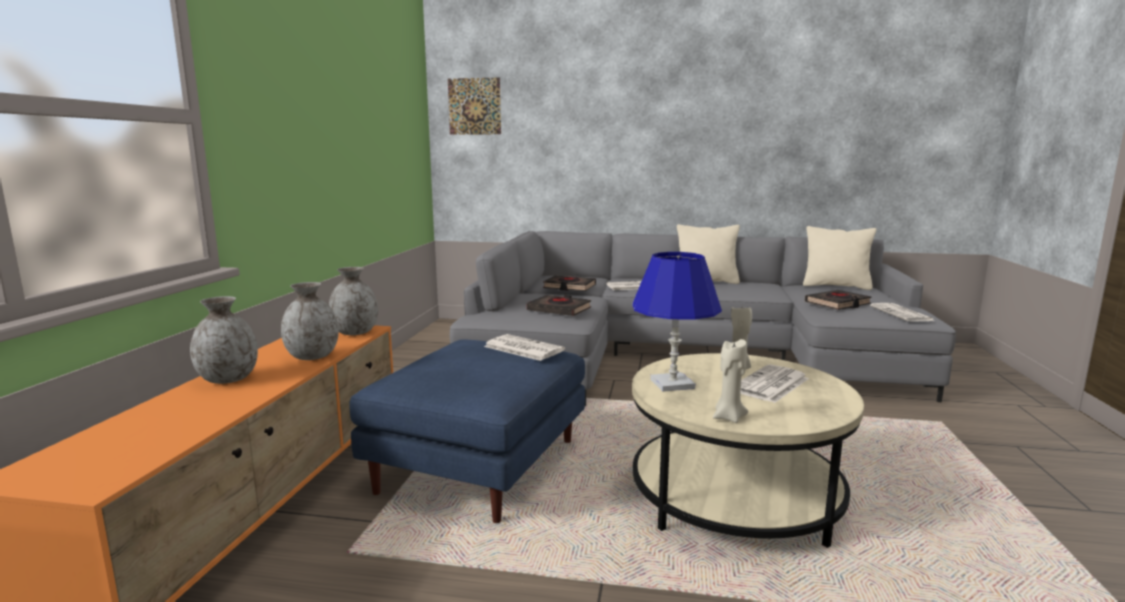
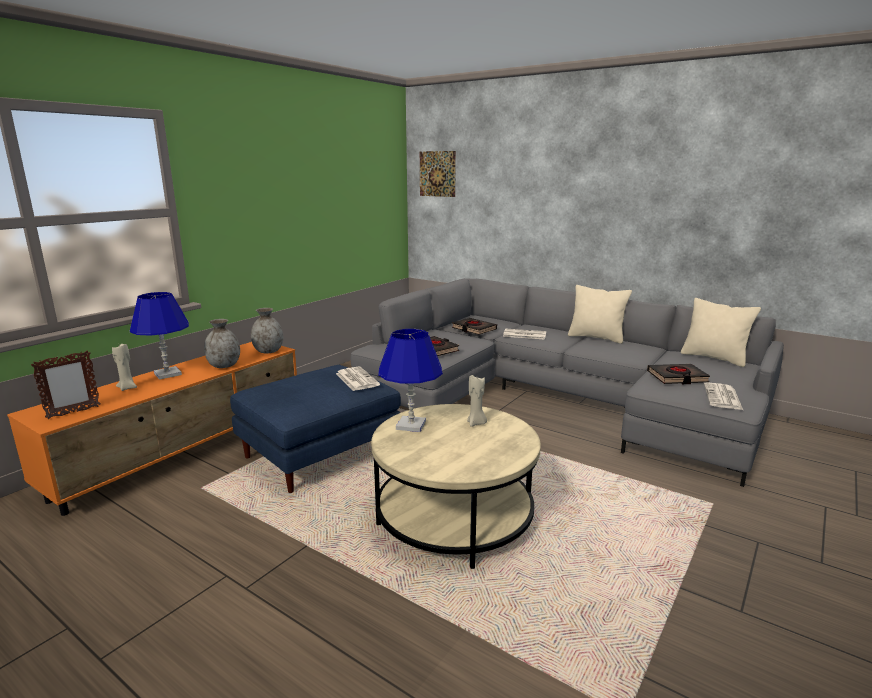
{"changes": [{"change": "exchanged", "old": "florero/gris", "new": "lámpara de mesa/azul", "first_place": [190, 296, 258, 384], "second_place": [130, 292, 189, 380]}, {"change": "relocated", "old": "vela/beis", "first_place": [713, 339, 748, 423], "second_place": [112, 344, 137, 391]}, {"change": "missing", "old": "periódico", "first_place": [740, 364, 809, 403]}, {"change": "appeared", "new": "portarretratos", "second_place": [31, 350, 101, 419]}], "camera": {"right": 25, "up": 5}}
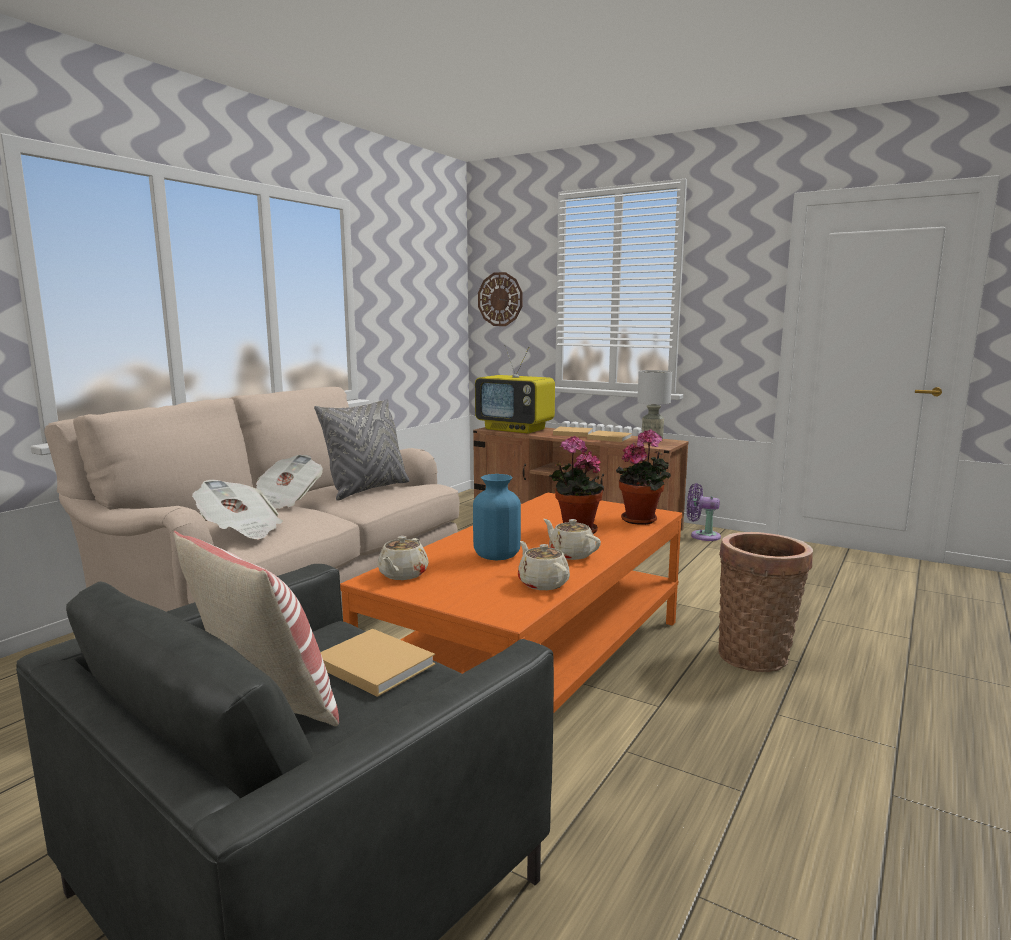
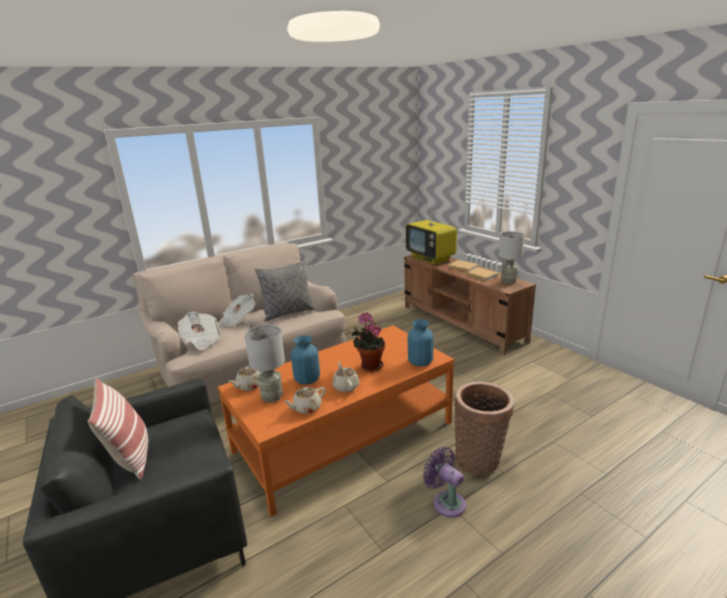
{"changes": [{"change": "missing", "old": "libro/beis", "first_place": [320, 629, 435, 697]}, {"change": "missing", "old": "reloj de pared", "first_place": [478, 272, 522, 326]}, {"change": "spun", "old": "tetera/beis", "first_place": [518, 541, 570, 590], "second_place": [284, 387, 325, 414], "degrees": -120}, {"change": "exchanged", "old": "planta en maceta", "new": "florero/azul", "first_place": [616, 430, 671, 525], "second_place": [408, 319, 434, 366]}, {"change": "relocated", "old": "ventilador/morado", "first_place": [687, 483, 721, 541], "second_place": [423, 447, 466, 518]}, {"change": "appeared", "new": "lámpara de mesa/gris", "second_place": [245, 325, 285, 403]}], "camera": {"right": 25, "up": 10}}
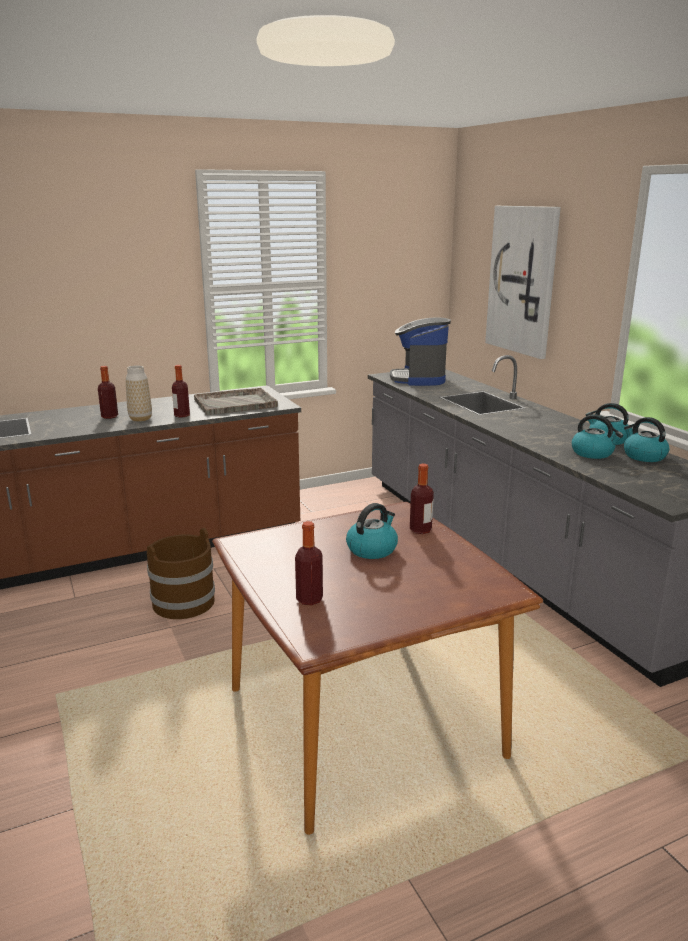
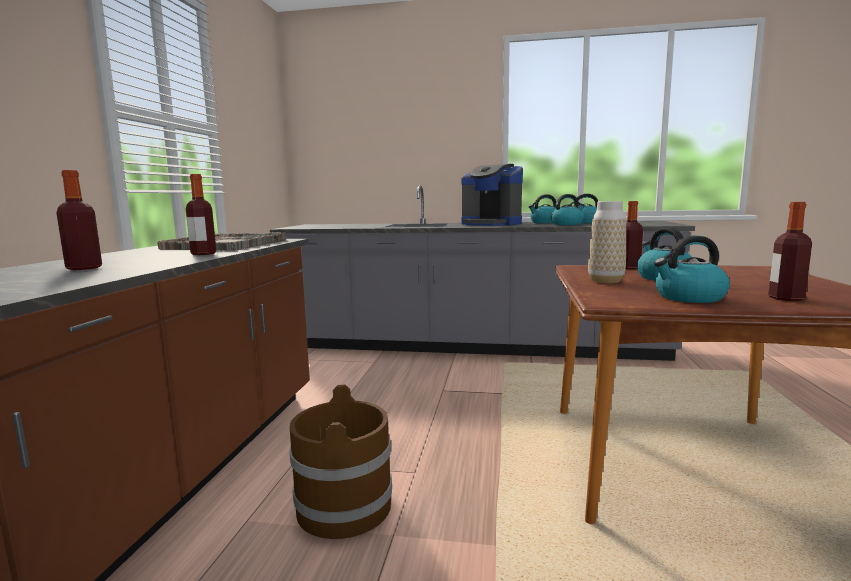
{"changes": [{"change": "relocated", "old": "florero", "first_place": [126, 365, 152, 422], "second_place": [588, 201, 626, 283]}, {"change": "relocated", "old": "cafetera", "first_place": [390, 317, 451, 386], "second_place": [461, 164, 523, 226]}, {"change": "missing", "old": "cuadro", "first_place": [485, 206, 561, 359]}, {"change": "appeared", "new": "hervidor", "second_place": [654, 235, 730, 303]}], "camera": {"right": -55, "up": -10}}
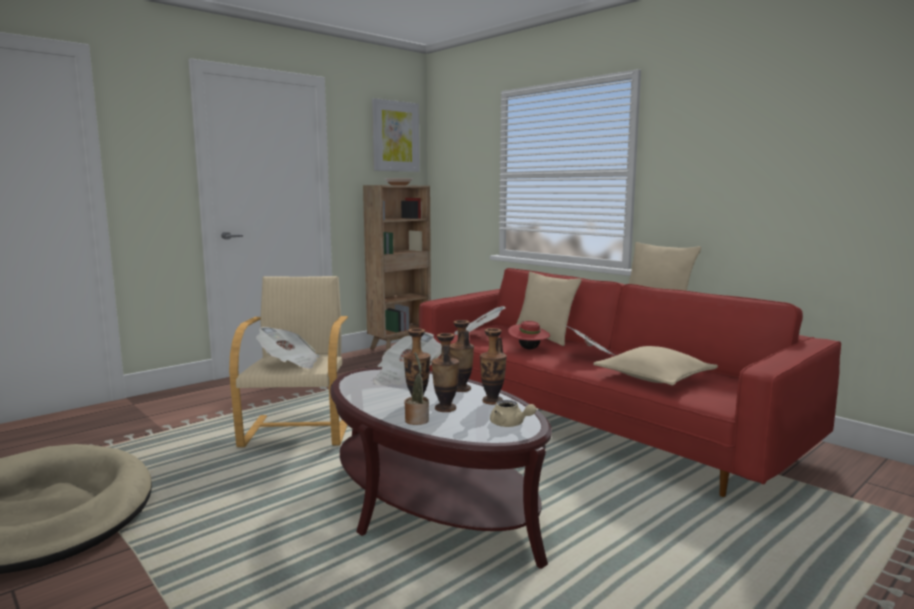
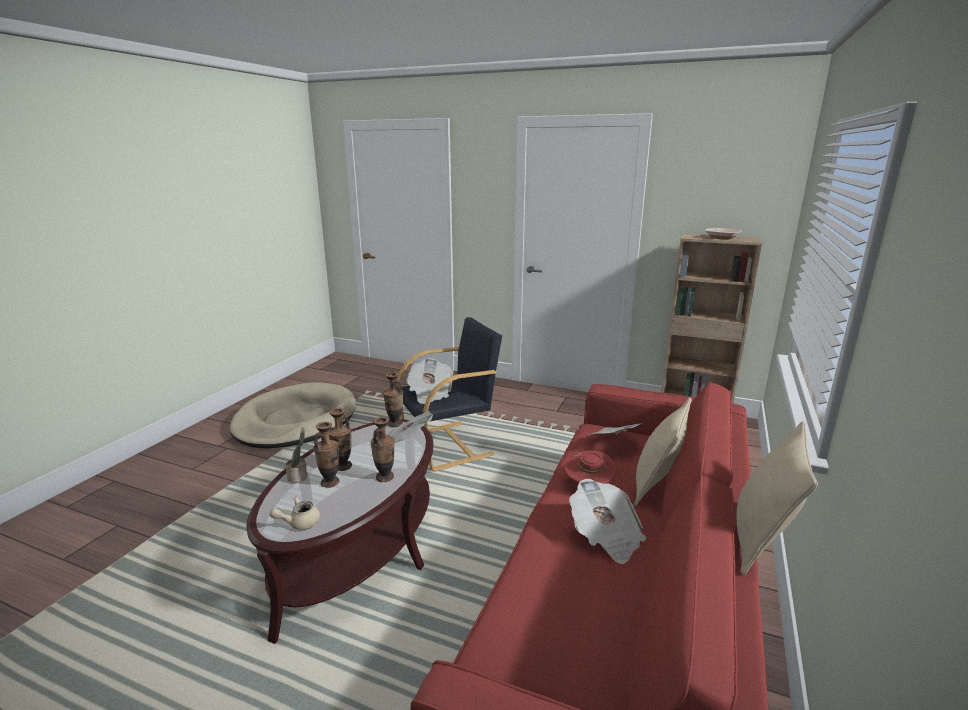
{"changes": [{"change": "colour", "old": "sillón/beis", "new": "sillón/negro", "first_place": [229, 276, 348, 447], "second_place": [397, 317, 502, 472]}, {"change": "missing", "old": "cuadro", "first_place": [372, 98, 419, 172]}, {"change": "relocated", "old": "florero", "first_place": [480, 328, 507, 405], "second_place": [383, 372, 403, 427]}, {"change": "spun", "old": "tetera/beis", "first_place": [490, 400, 536, 427], "second_place": [270, 497, 321, 530], "degrees": 45}, {"change": "missing", "old": "cojín/beis", "first_place": [593, 346, 718, 386]}], "camera": {"right": 65, "up": 10}}
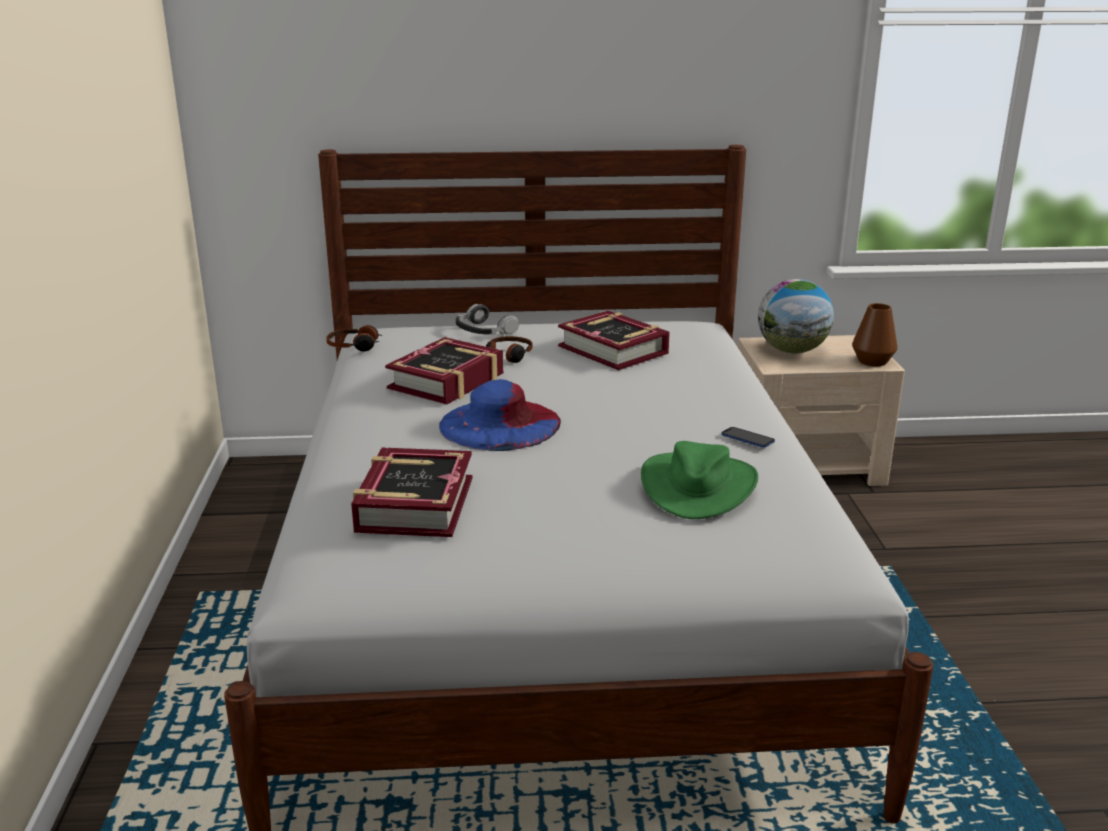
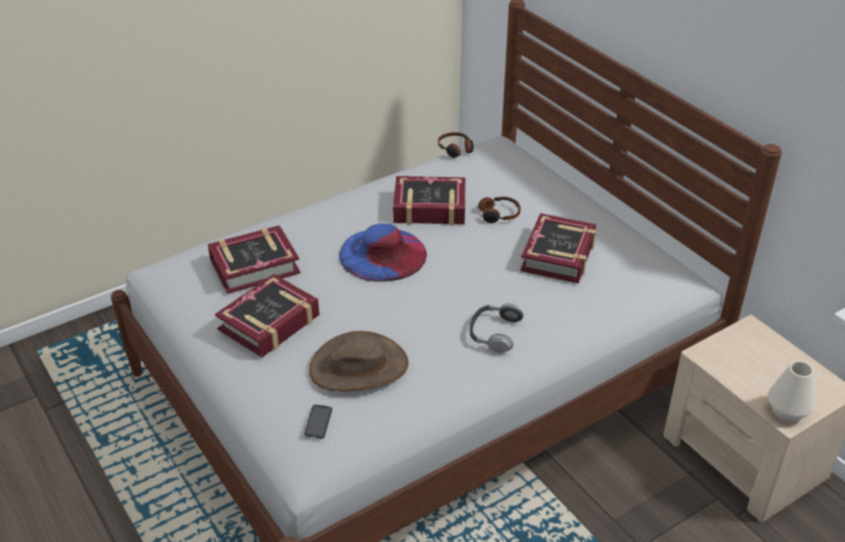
{"changes": [{"change": "relocated", "old": "auriculares", "first_place": [456, 304, 519, 336], "second_place": [470, 303, 524, 353]}, {"change": "colour", "old": "sombrero/verde", "new": "sombrero/marrón", "first_place": [641, 441, 758, 519], "second_place": [309, 331, 408, 391]}, {"change": "relocated", "old": "móvil", "first_place": [721, 427, 775, 448], "second_place": [304, 404, 332, 439]}, {"change": "missing", "old": "globo terráqueo", "first_place": [758, 279, 834, 353]}, {"change": "colour", "old": "florero/marrón", "new": "florero/blanco", "first_place": [852, 303, 898, 366], "second_place": [768, 361, 816, 422]}, {"change": "appeared", "new": "libro", "second_place": [215, 274, 320, 357]}], "camera": {"right": 60, "up": 15}}
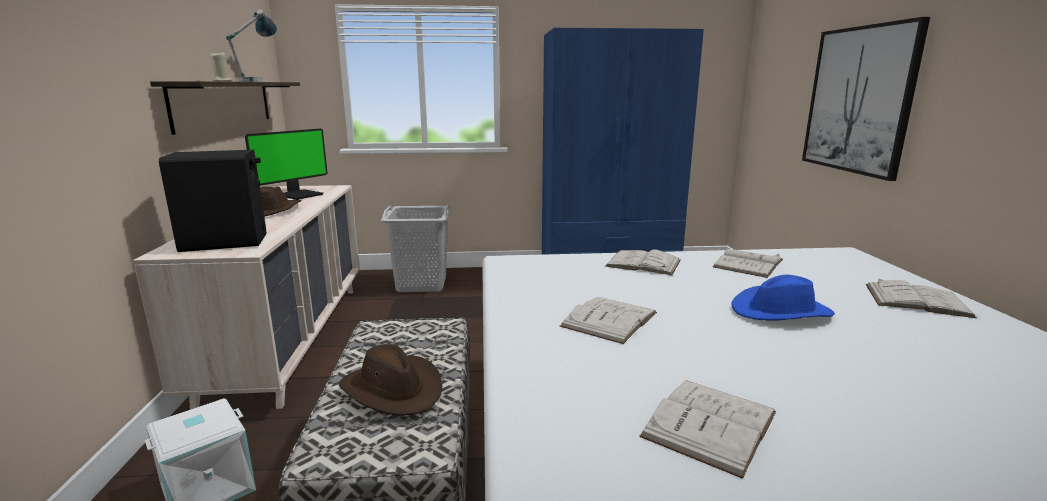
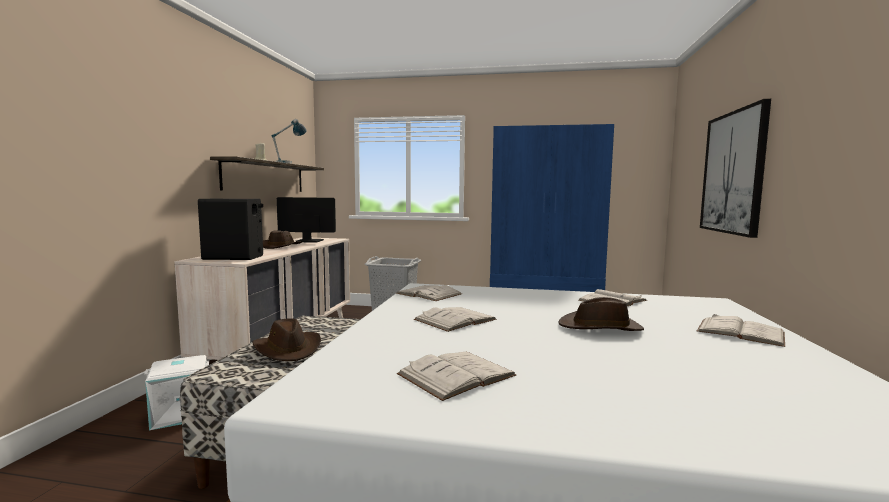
{"changes": [{"change": "spun", "old": "monitor", "first_place": [245, 128, 328, 200], "second_place": [277, 197, 336, 243], "degrees": -135}, {"change": "relocated", "old": "libro/blanco", "first_place": [605, 249, 681, 275], "second_place": [396, 285, 462, 301]}, {"change": "colour", "old": "sombrero/azul", "new": "sombrero/marrón", "first_place": [731, 275, 835, 320], "second_place": [559, 297, 644, 331]}], "camera": {"right": 15, "up": -10}}
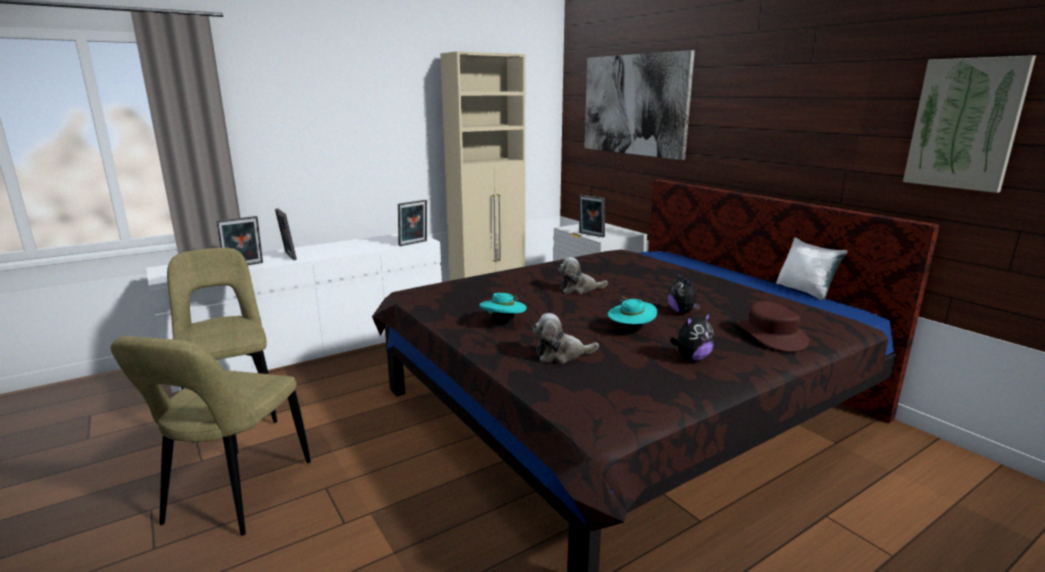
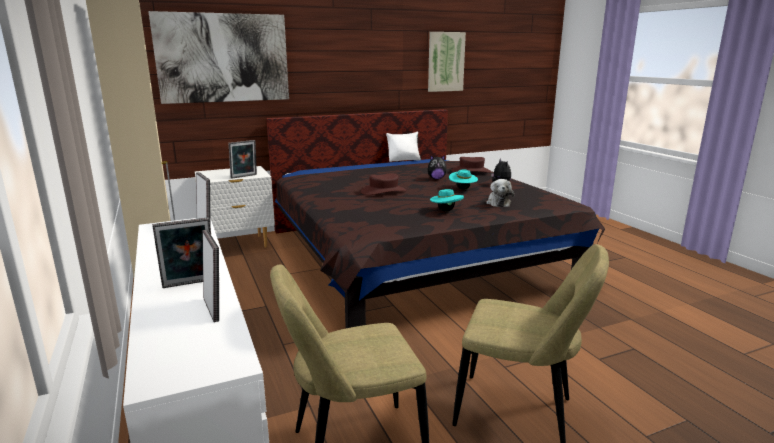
{"changes": [{"change": "exchanged", "old": "peluche", "new": "sombrero/marrón", "first_place": [558, 257, 608, 294], "second_place": [361, 174, 407, 195]}], "camera": {"right": -80, "up": 0}}
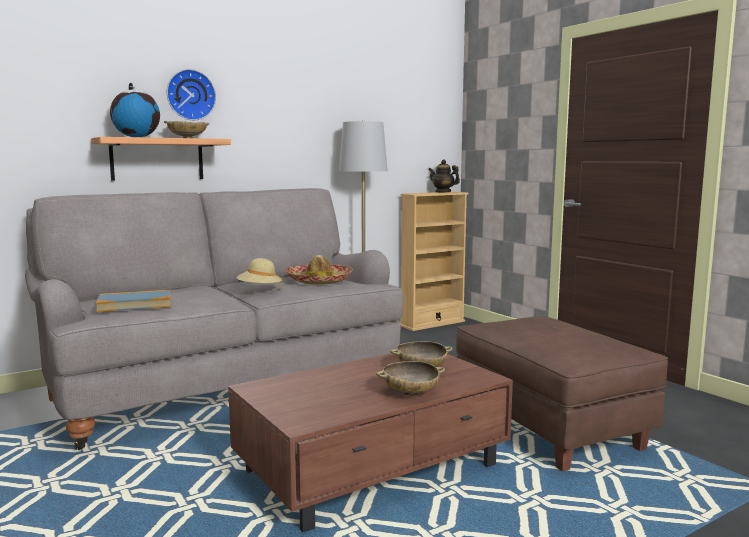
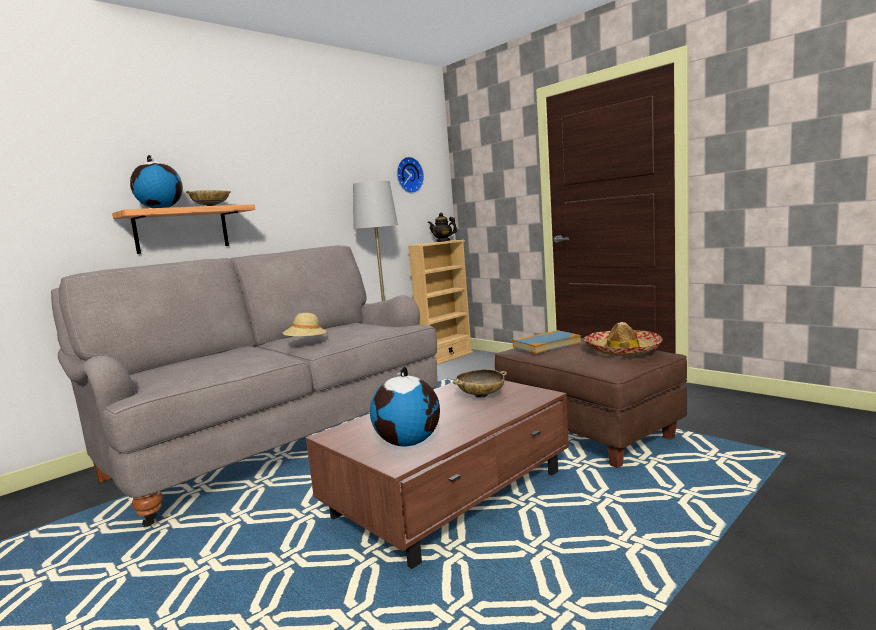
{"changes": [{"change": "relocated", "old": "libro", "first_place": [96, 290, 171, 312], "second_place": [513, 330, 581, 354]}, {"change": "relocated", "old": "reloj de pared", "first_place": [167, 69, 216, 120], "second_place": [397, 157, 424, 193]}, {"change": "relocated", "old": "sombrero", "first_place": [285, 255, 353, 285], "second_place": [584, 322, 662, 356]}, {"change": "missing", "old": "cuenco/beis", "first_place": [376, 361, 445, 396]}, {"change": "appeared", "new": "globo terráqueo", "second_place": [370, 366, 440, 447]}], "camera": {"right": -10, "up": 0}}
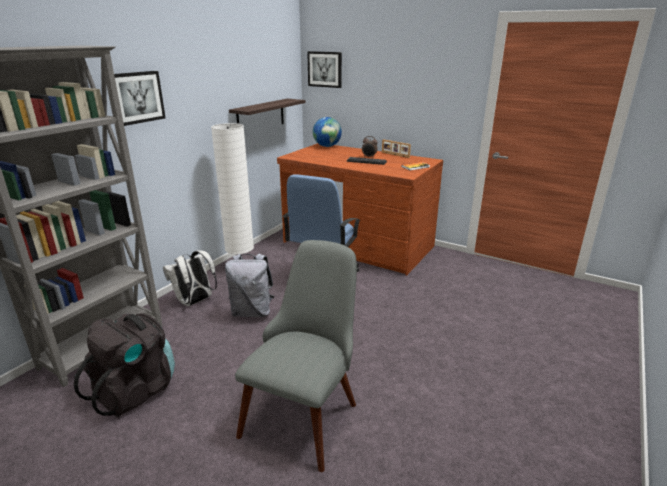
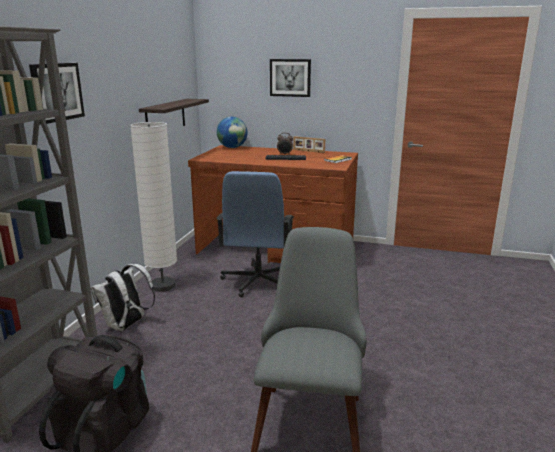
{"changes": [{"change": "missing", "old": "mochila/gris", "first_place": [225, 254, 274, 317]}, {"change": "relocated", "old": "cuadro", "first_place": [307, 51, 342, 88], "second_place": [270, 59, 311, 97]}], "camera": {"right": -15, "up": -5}}
